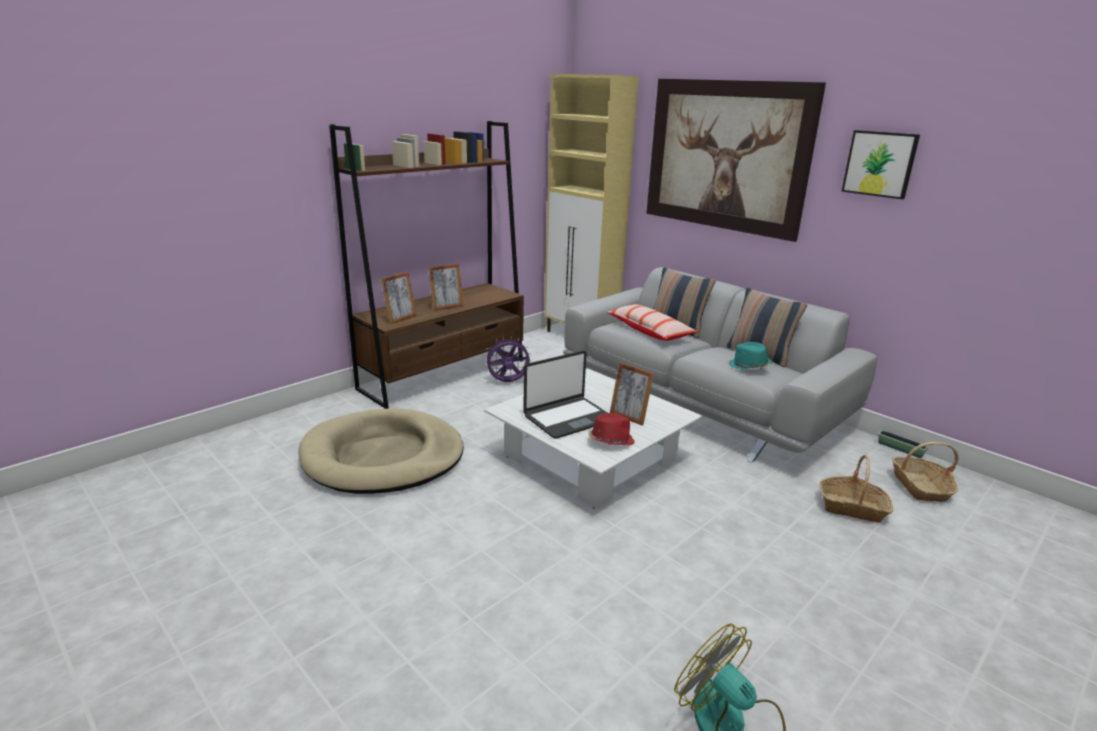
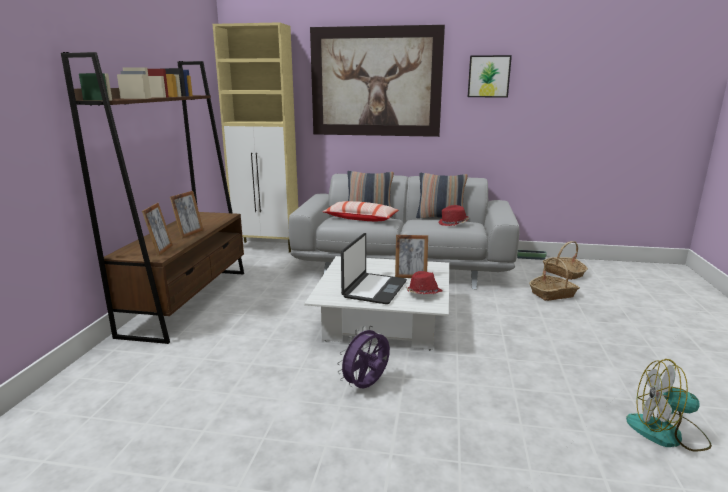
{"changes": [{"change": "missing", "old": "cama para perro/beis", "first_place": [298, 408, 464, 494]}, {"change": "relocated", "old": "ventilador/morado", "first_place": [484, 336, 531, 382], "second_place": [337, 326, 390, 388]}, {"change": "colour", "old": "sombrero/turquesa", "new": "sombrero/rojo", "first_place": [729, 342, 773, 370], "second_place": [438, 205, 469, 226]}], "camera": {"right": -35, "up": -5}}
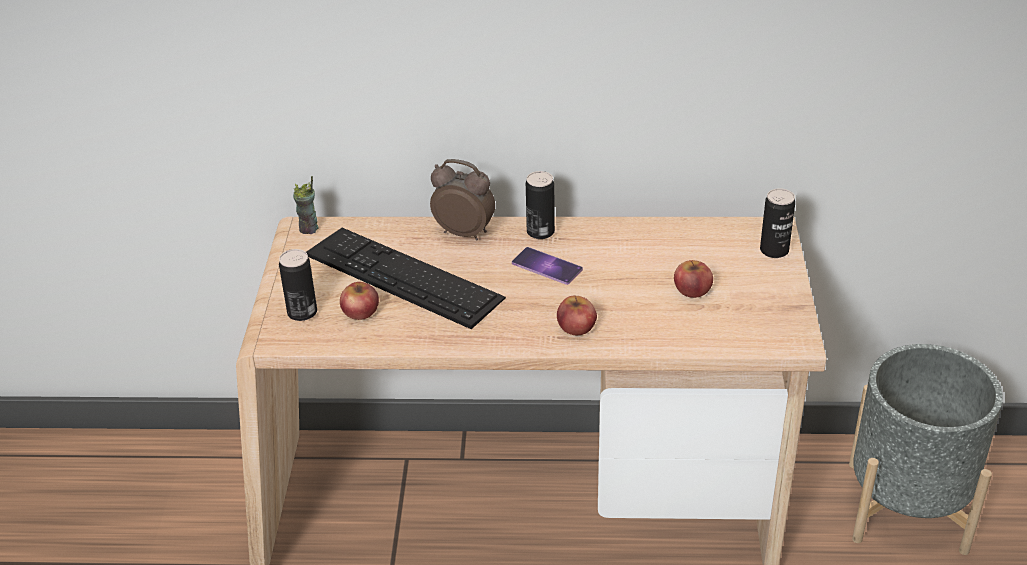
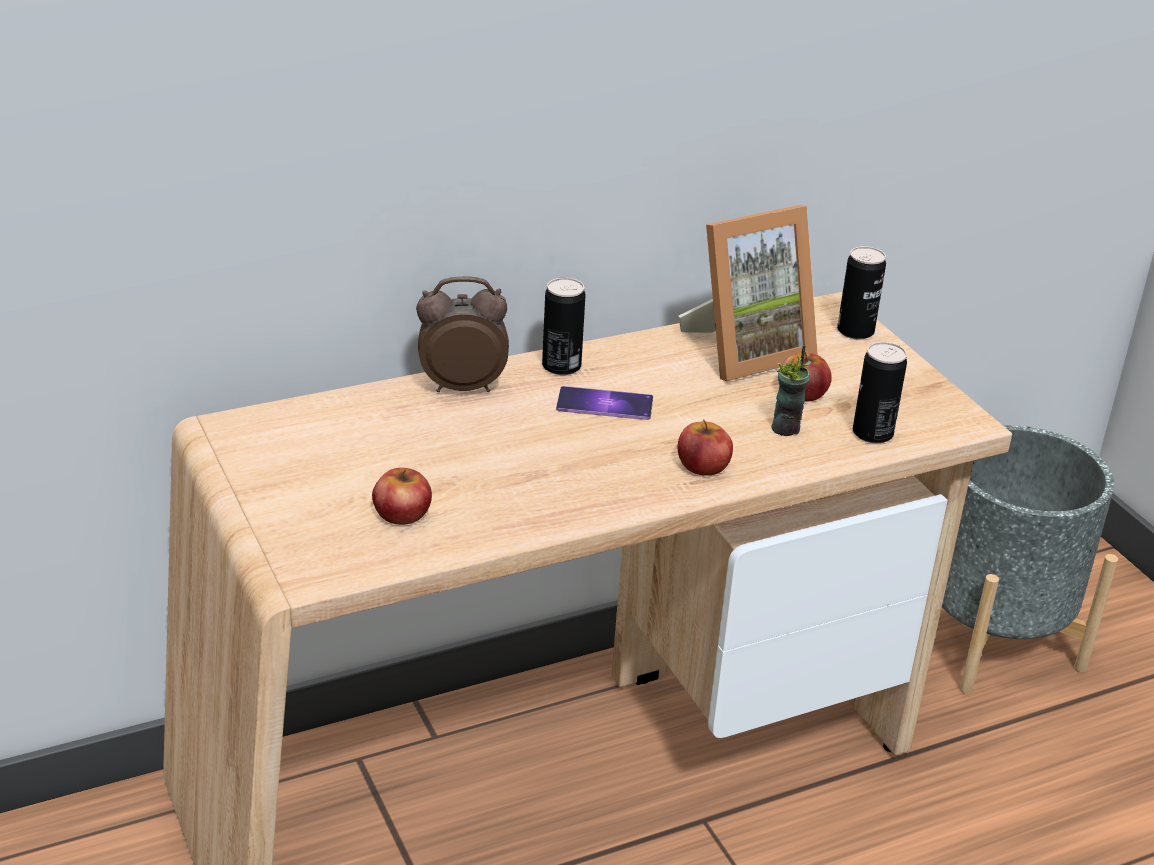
{"changes": [{"change": "relocated", "old": "lata", "first_place": [279, 249, 317, 321], "second_place": [853, 342, 907, 443]}, {"change": "relocated", "old": "taza", "first_place": [293, 176, 319, 234], "second_place": [772, 345, 811, 436]}, {"change": "missing", "old": "teclado", "first_place": [306, 228, 506, 329]}, {"change": "appeared", "new": "portarretratos", "second_place": [679, 205, 818, 381]}], "camera": {"right": -30, "up": -5}}
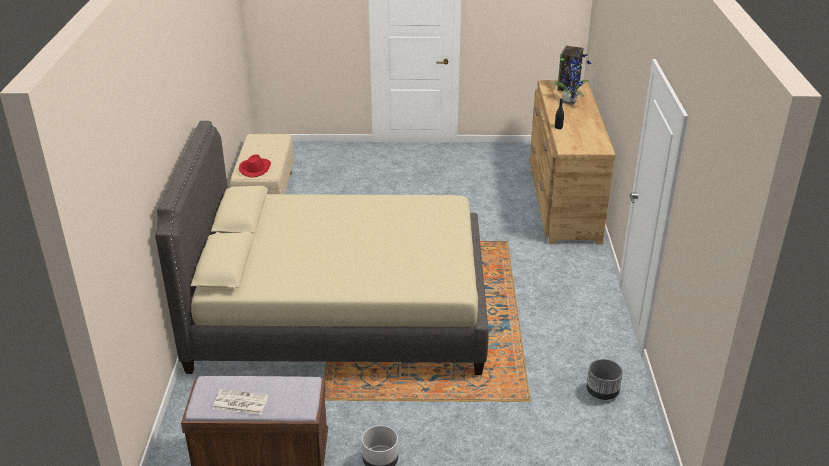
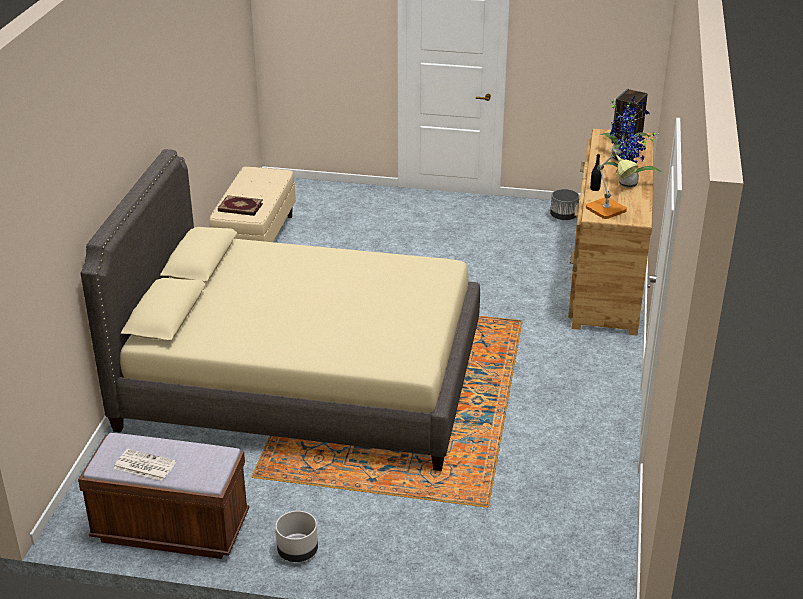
{"changes": [{"change": "exchanged", "old": "sombrero/rojo", "new": "libro", "first_place": [239, 154, 271, 178], "second_place": [218, 195, 263, 216]}, {"change": "relocated", "old": "maceta/gris", "first_place": [586, 359, 623, 400], "second_place": [550, 189, 579, 220]}, {"change": "appeared", "new": "lámpara de mesa", "second_place": [586, 150, 638, 219]}, {"change": "appeared", "new": "planta en maceta", "second_place": [605, 133, 661, 188]}], "camera": {"right": 10, "up": 0}}
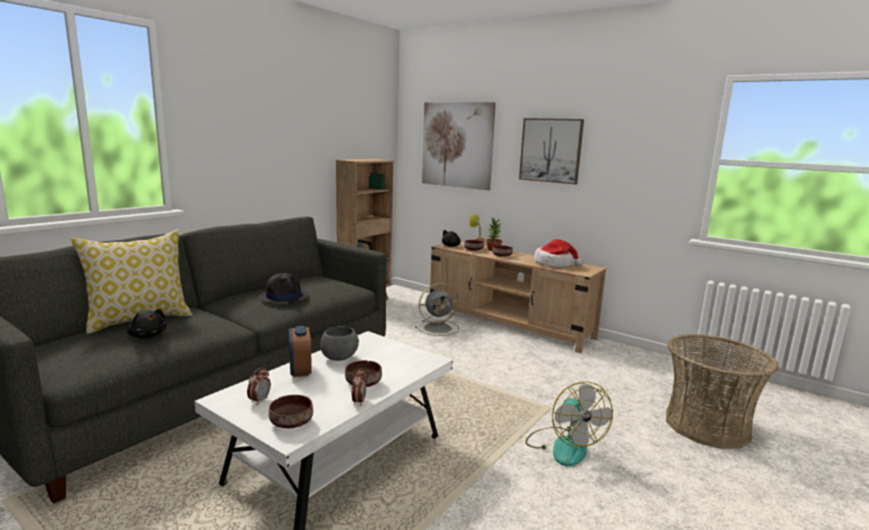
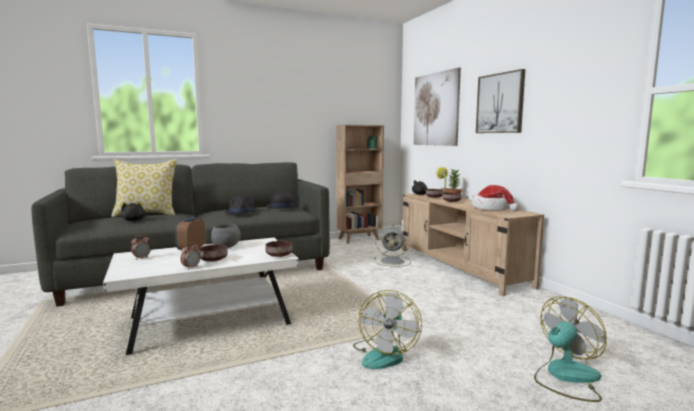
{"changes": [{"change": "relocated", "old": "cuenco/marrón", "first_place": [269, 395, 313, 428], "second_place": [265, 241, 293, 257]}, {"change": "exchanged", "old": "cesta", "new": "ventilador", "first_place": [666, 334, 778, 449], "second_place": [534, 296, 607, 402]}, {"change": "appeared", "new": "sombrero/negro", "second_place": [266, 191, 299, 209]}], "camera": {"right": 30, "up": -5}}
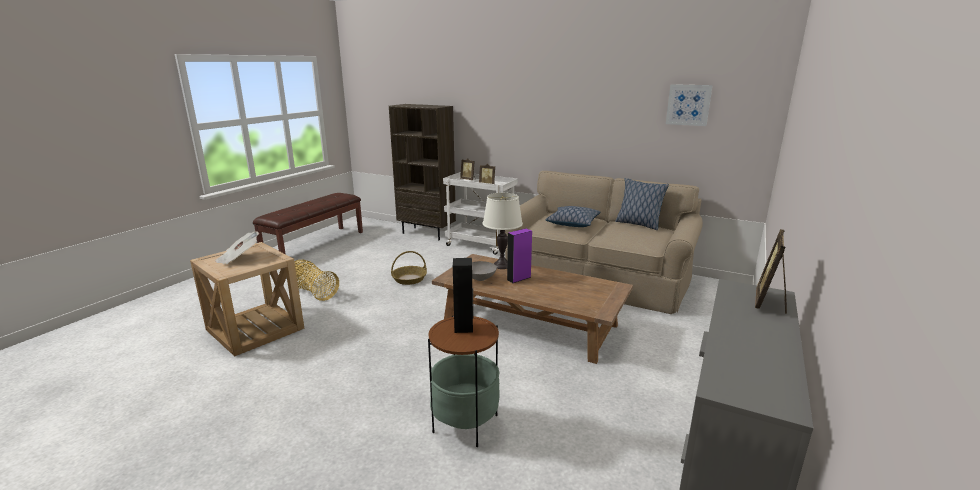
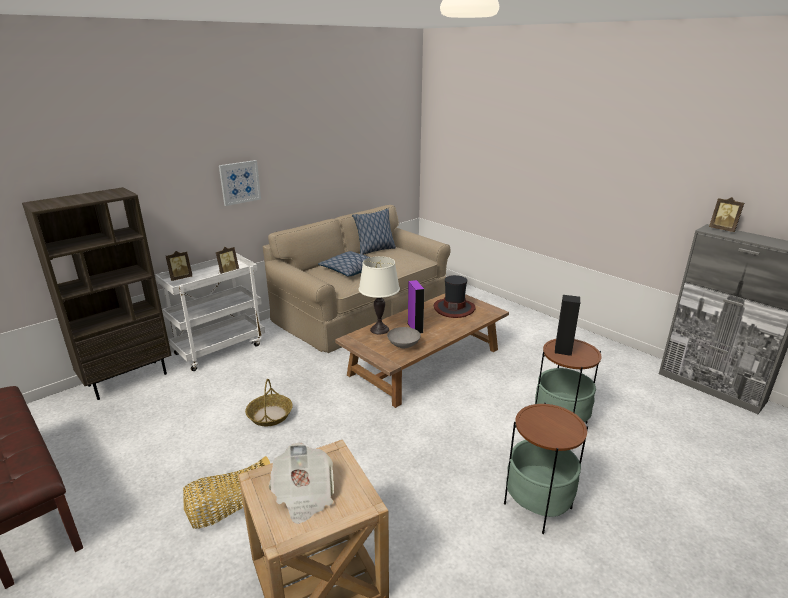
{"changes": [{"change": "relocated", "old": "cuadro", "first_place": [666, 84, 713, 126], "second_place": [219, 160, 261, 206]}, {"change": "appeared", "new": "sombrero", "second_place": [434, 275, 476, 318]}, {"change": "appeared", "new": "mesa auxiliar", "second_place": [504, 402, 588, 534]}], "camera": {"right": -70, "up": 5}}
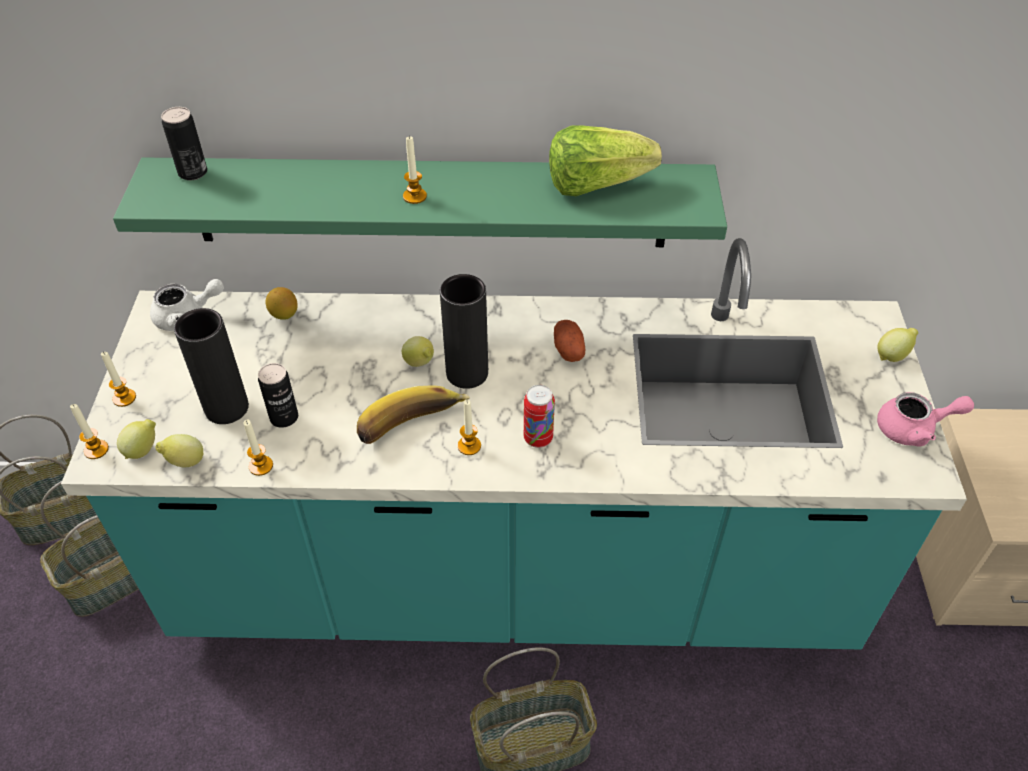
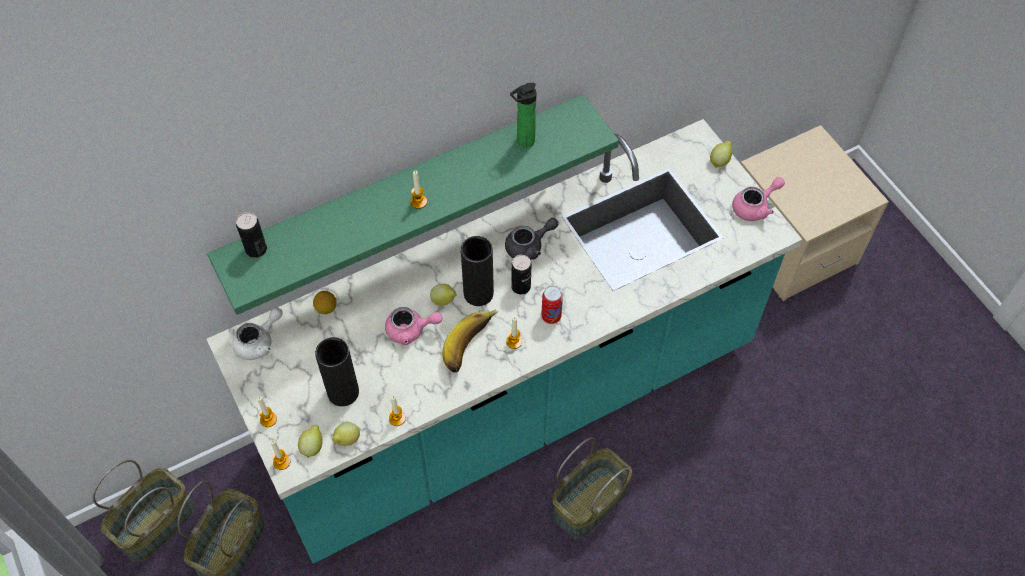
{"changes": [{"change": "relocated", "old": "lata", "first_place": [258, 363, 298, 428], "second_place": [511, 255, 531, 294]}, {"change": "exchanged", "old": "lechuga", "new": "botella", "first_place": [549, 125, 662, 196], "second_place": [510, 83, 536, 148]}, {"change": "exchanged", "old": "patata", "new": "tetera/gris", "first_place": [554, 320, 585, 362], "second_place": [505, 218, 558, 260]}, {"change": "appeared", "new": "tetera/rosa", "second_place": [385, 307, 443, 345]}], "camera": {"right": -30, "up": 10}}
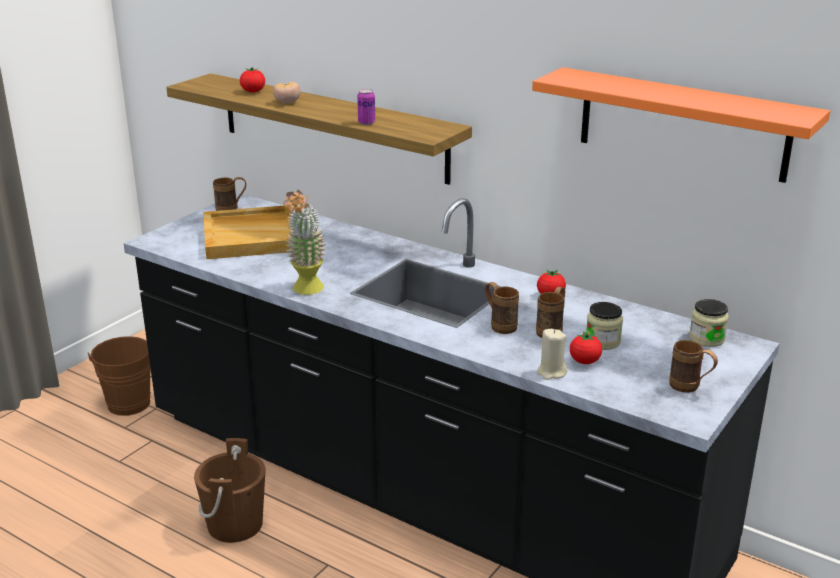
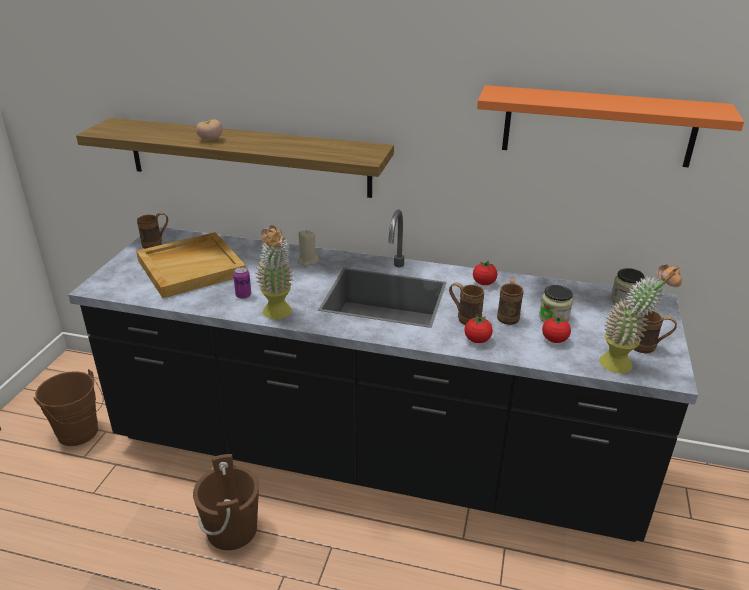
{"changes": [{"change": "relocated", "old": "tomate", "first_place": [240, 67, 265, 93], "second_place": [464, 315, 493, 343]}, {"change": "relocated", "old": "lata", "first_place": [357, 89, 375, 125], "second_place": [233, 267, 251, 299]}, {"change": "relocated", "old": "vela/beis", "first_place": [537, 329, 567, 380], "second_place": [298, 230, 319, 267]}, {"change": "appeared", "new": "planta en maceta", "second_place": [599, 264, 682, 373]}], "camera": {"right": -20, "up": 5}}
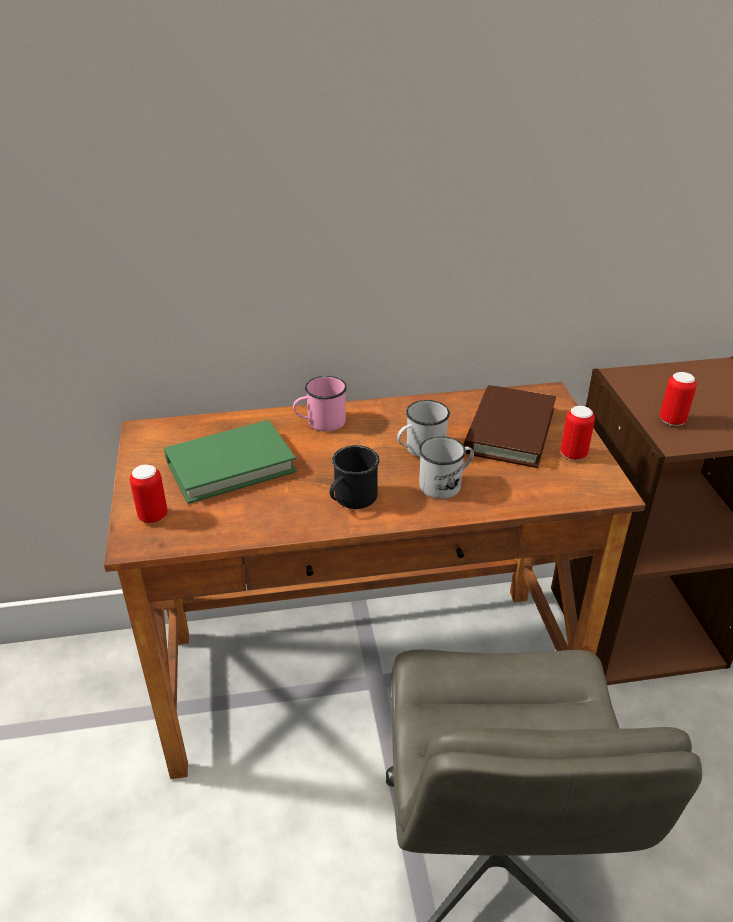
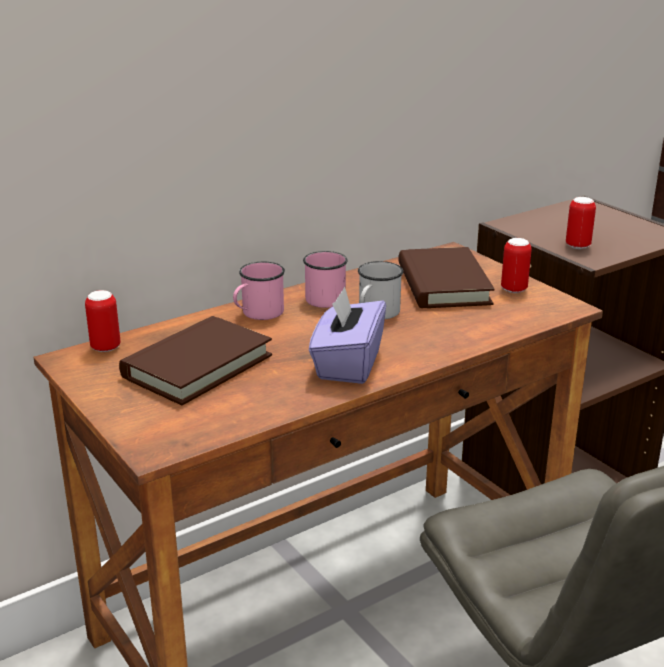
{"changes": [{"change": "relocated", "old": "lata", "first_place": [130, 464, 168, 523], "second_place": [85, 290, 121, 352]}, {"change": "colour", "old": "libro/verde", "new": "libro/marrón", "first_place": [164, 420, 297, 504], "second_place": [119, 316, 272, 405]}, {"change": "exchanged", "old": "taza grande/negro", "new": "caja de pañuelos/morado", "first_place": [330, 445, 380, 509], "second_place": [309, 286, 386, 384]}, {"change": "missing", "old": "taza grande/blanco", "first_place": [419, 436, 474, 499]}, {"change": "appeared", "new": "taza grande/rosa", "second_place": [303, 251, 348, 308]}], "camera": {"right": -25, "up": -10}}
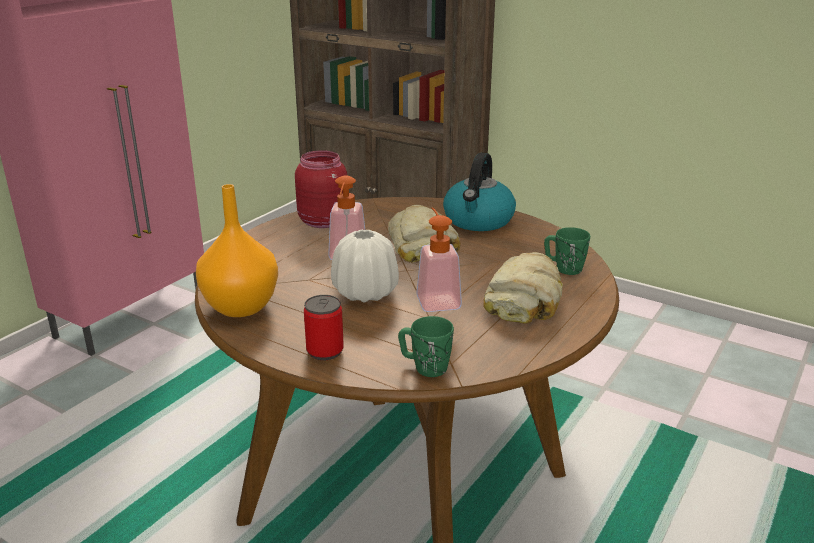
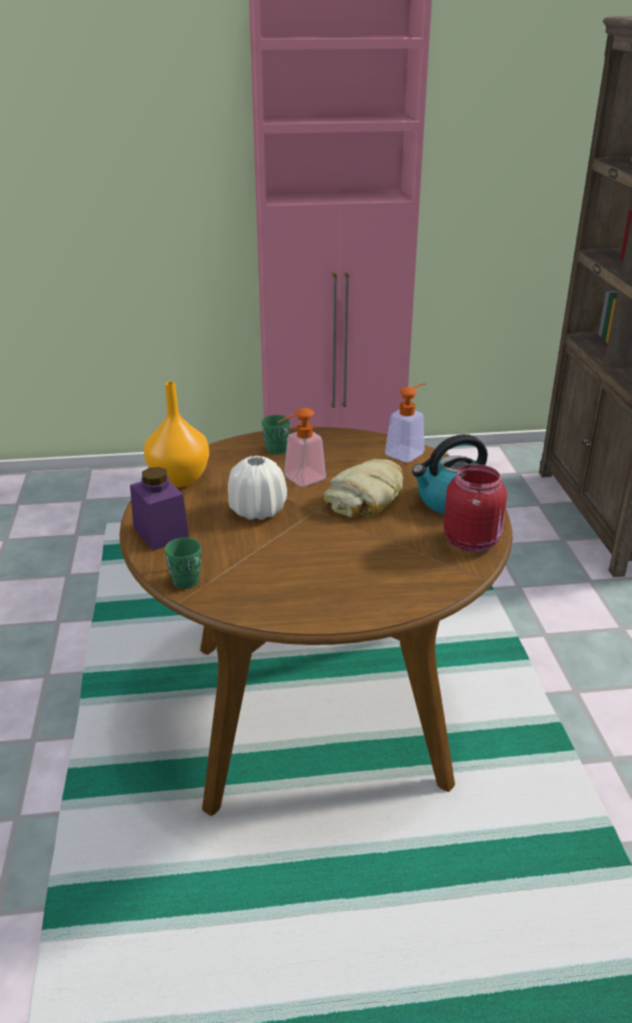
{"changes": [{"change": "relocated", "old": "tarro/rojo", "first_place": [295, 150, 347, 228], "second_place": [443, 464, 507, 552]}, {"change": "exchanged", "old": "lata", "new": "tarro/morado", "first_place": [304, 295, 344, 360], "second_place": [130, 467, 189, 551]}, {"change": "relocated", "old": "dispensador de jabón", "first_place": [416, 207, 462, 312], "second_place": [385, 383, 426, 462]}, {"change": "missing", "old": "pan", "first_place": [484, 252, 563, 323]}, {"change": "relocated", "old": "taza grande/verde", "first_place": [544, 227, 590, 275], "second_place": [262, 415, 290, 455]}], "camera": {"right": 50, "up": 5}}
